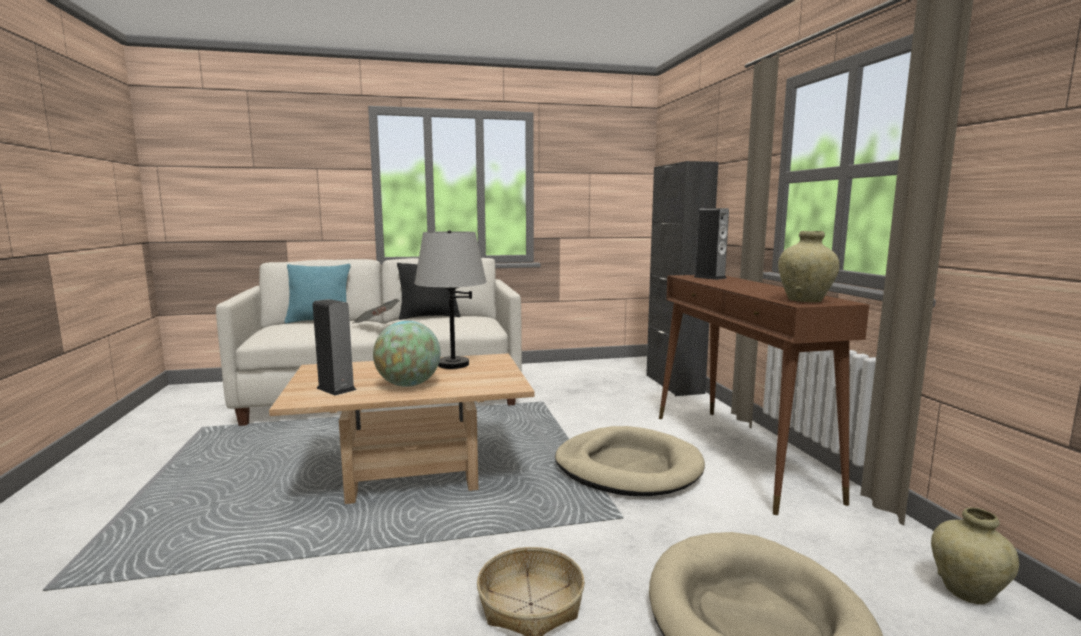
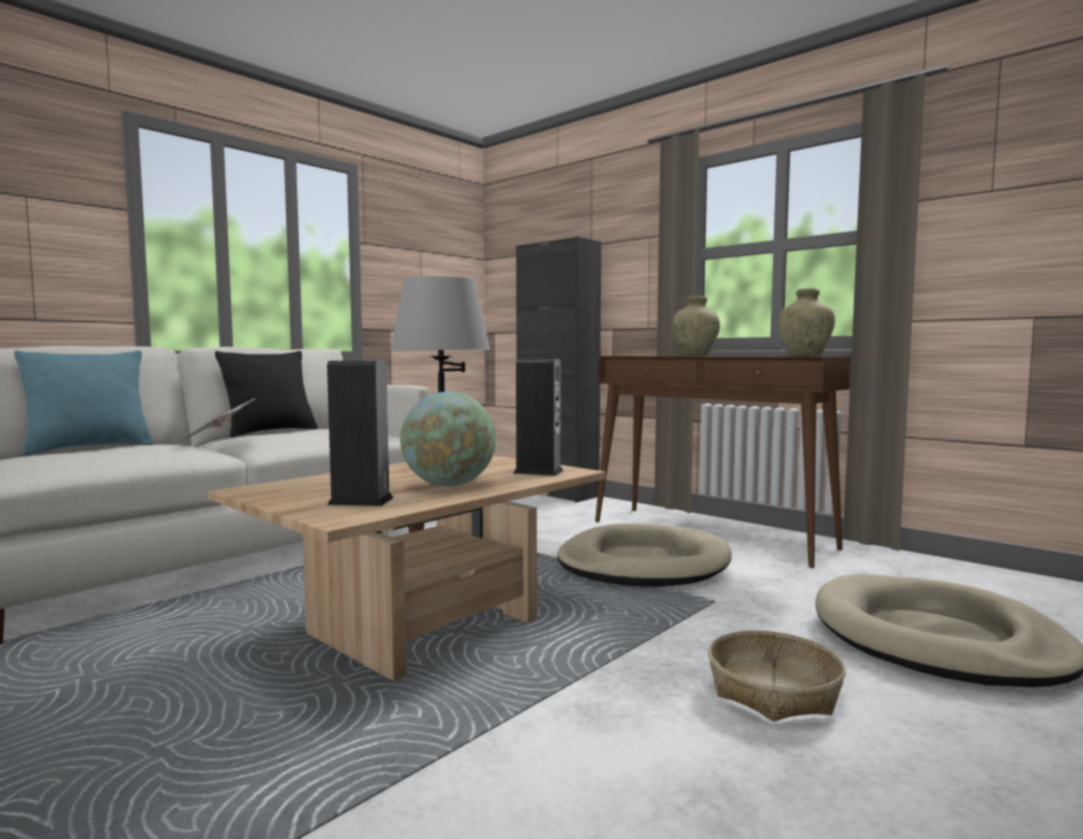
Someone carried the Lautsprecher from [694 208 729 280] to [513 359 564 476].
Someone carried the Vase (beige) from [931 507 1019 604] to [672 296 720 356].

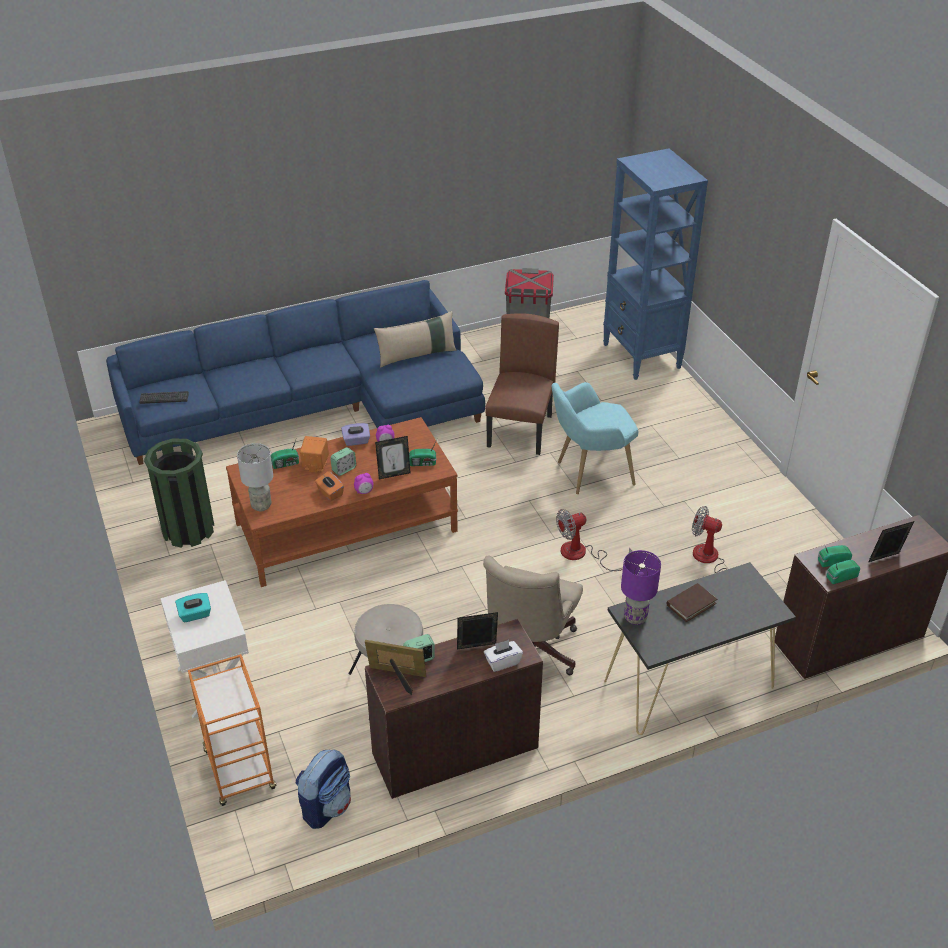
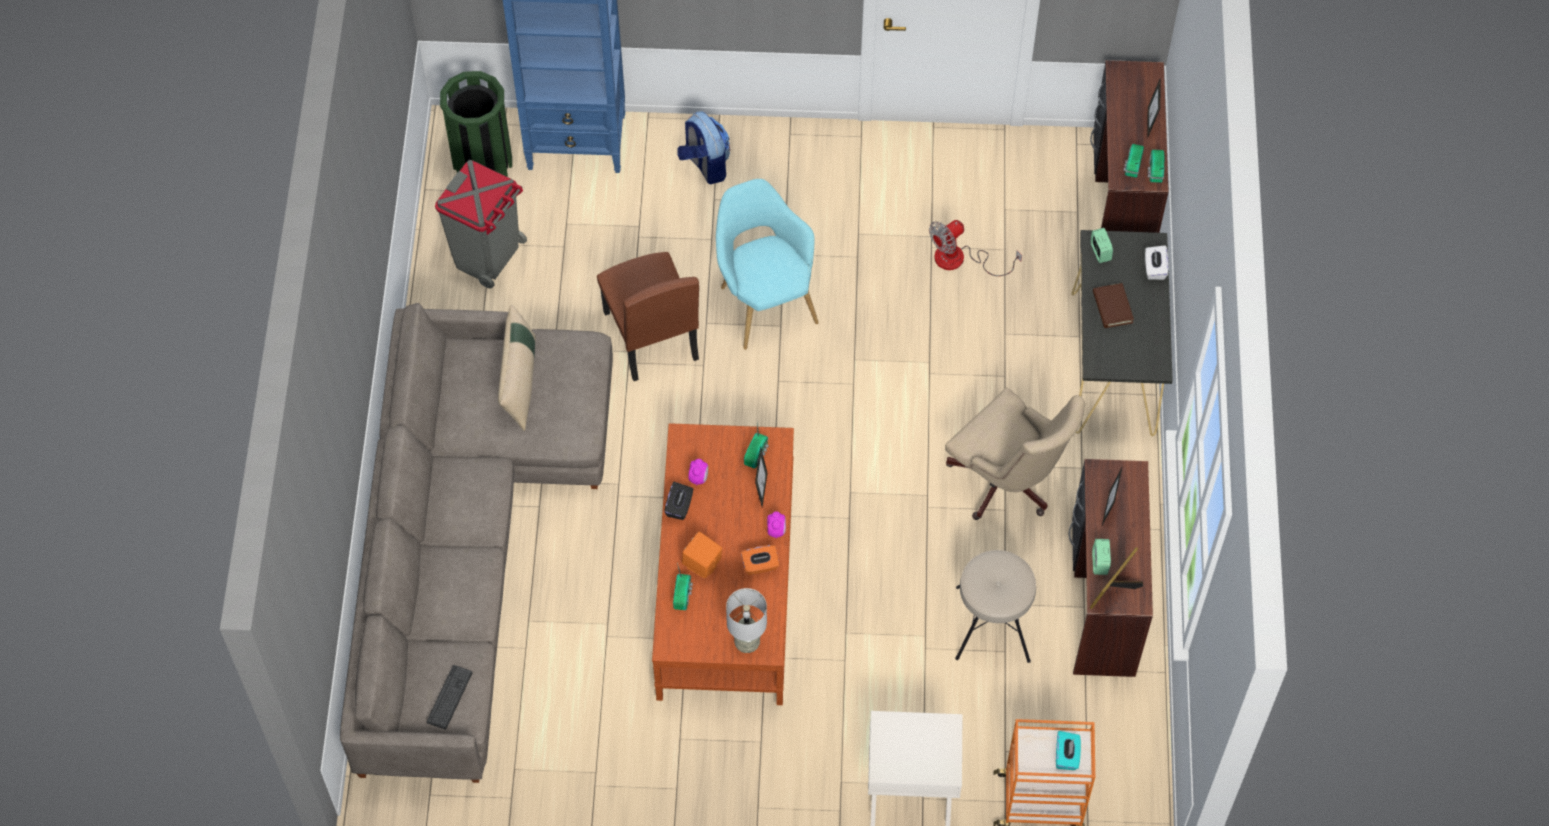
Someone repainted the Sofa (blau) at [106 280 485 465], which became the Sofa (grau) at [340 303 613 783].
Someone carried the Mülleimer (grün) from [144 438 214 548] to [440 71 512 177].
Someone carried the Taschentuchbox (türkis) from [175 593 211 622] to [1056 731 1081 770].
Someone carried the Rucksack from [296 749 351 829] to [677 111 730 184].
Someone carried the Wecker from [330 447 356 476] to [1091 228 1113 263].
Someone repainted the Taschentuchbox (lila) at [341 423 370 446], which became the Taschentuchbox (schwarz) at [664 482 693 520].
Someone carried the Taschentuchbox (weiß) from [484 640 523 672] to [1145 245 1168 280].
Someone rotated the Stuhl (braun) at [485 313 559 455] by 150 degrees counterclockwise.
Someone rotated the Sessel (türkis) at [551 382 638 494] by 150 degrees clockwise.
Someone took away the Ventilator at [556 509 633 571].
Someone took away the Tischlampe (lila) at [621 550 661 625].

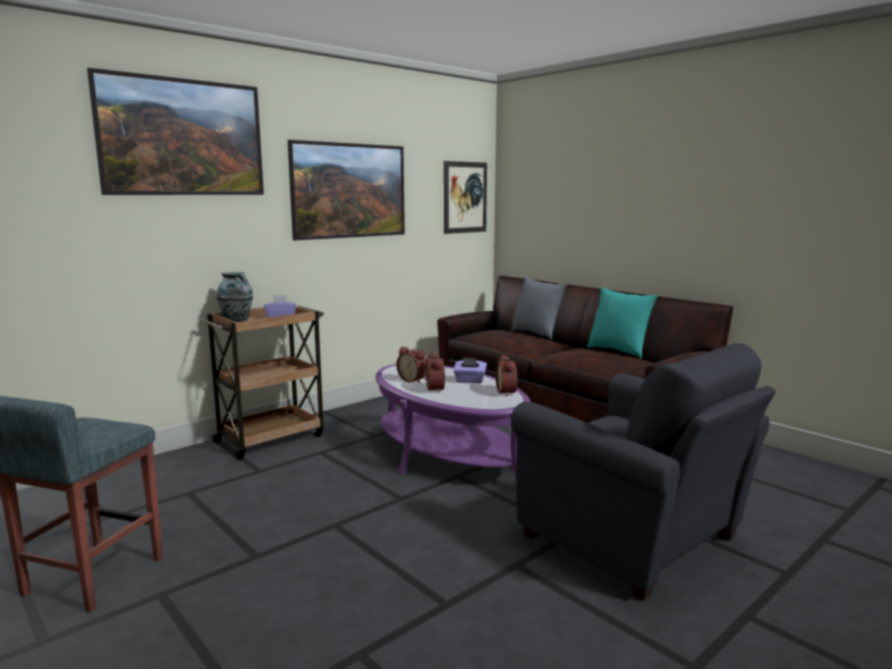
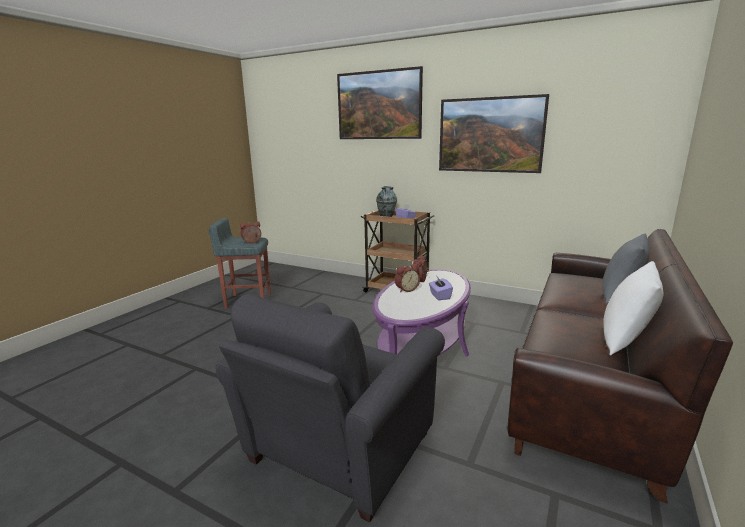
Someone took away the Bild at [444 161 487 234].
Someone carried the Wecker from [495 355 518 396] to [240 221 261 244].
Someone repainted the Kissen (türkis) at [587 288 657 359], which became the Kissen (weiß) at [603 261 664 356].

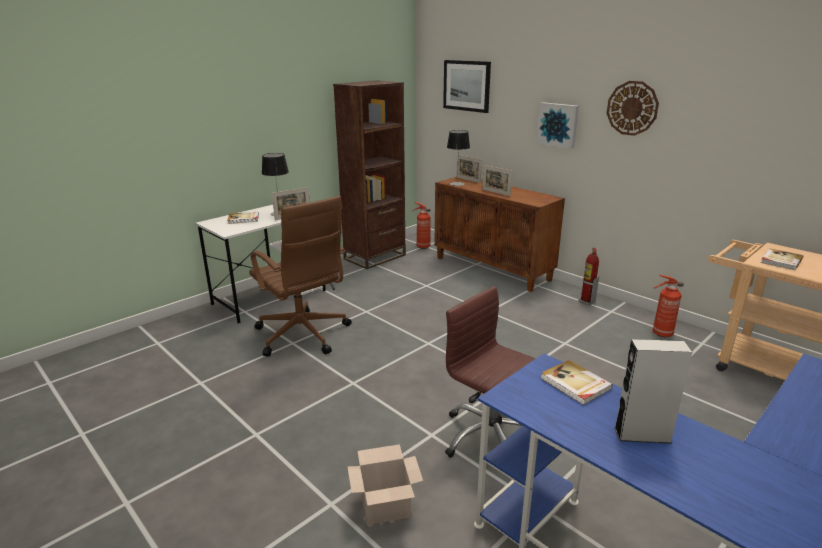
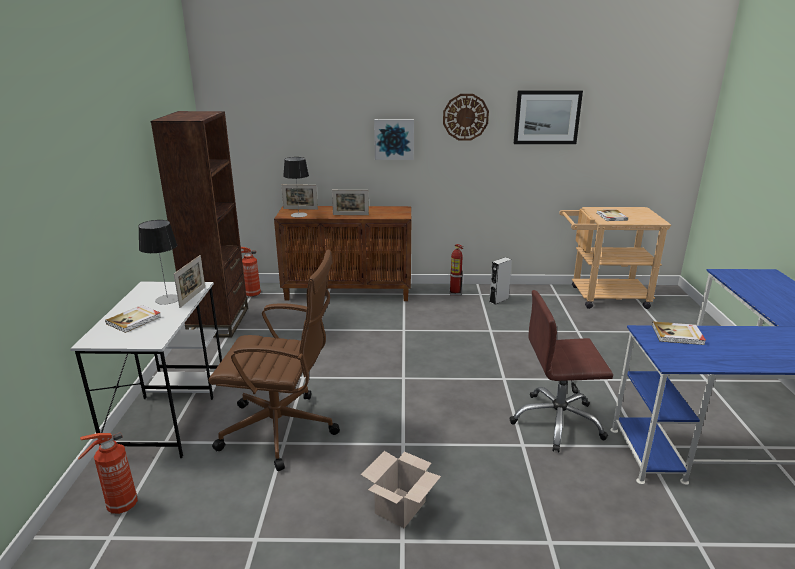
Someone carried the Karton from [347 444 423 525] to [361 451 441 528].
Someone carried the Bild from [443 60 491 113] to [514 90 583 144].
Someone carried the Lautsprecher (grau) from [614 339 692 444] to [489 257 512 305].
Someone carried the Feuerlöscher from [652 275 684 337] to [78 432 138 514].

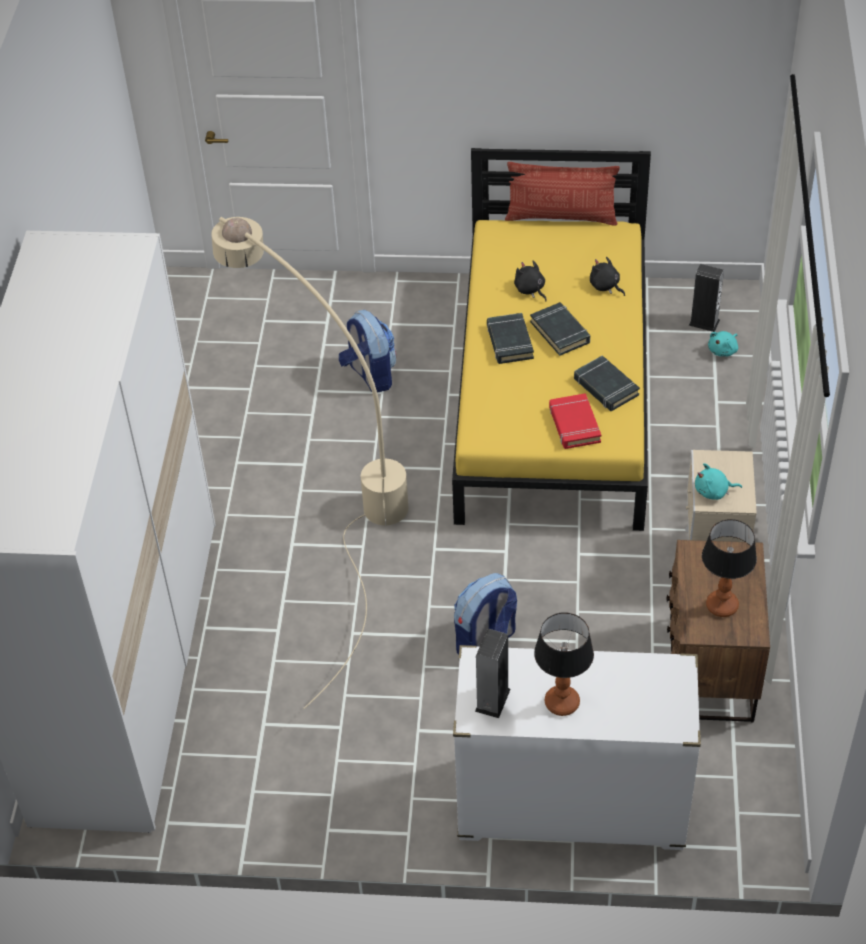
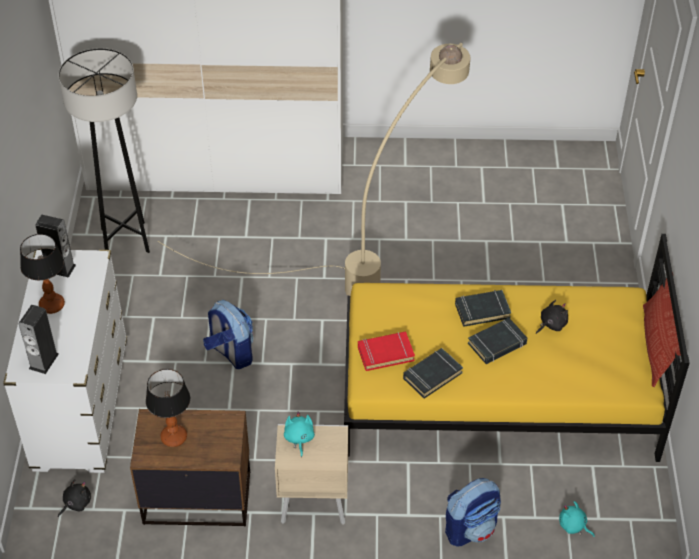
Someone carried the Rucksack from [339 310 396 393] to [445 478 501 547].
Someone carried the Plüschtier (schwarz) from [590 257 625 296] to [58 479 91 517].
Someone carried the Lautsprecher from [689 264 724 332] to [18 305 59 374].
Someone put down the Stehlampe (grau) at [58 48 150 253].

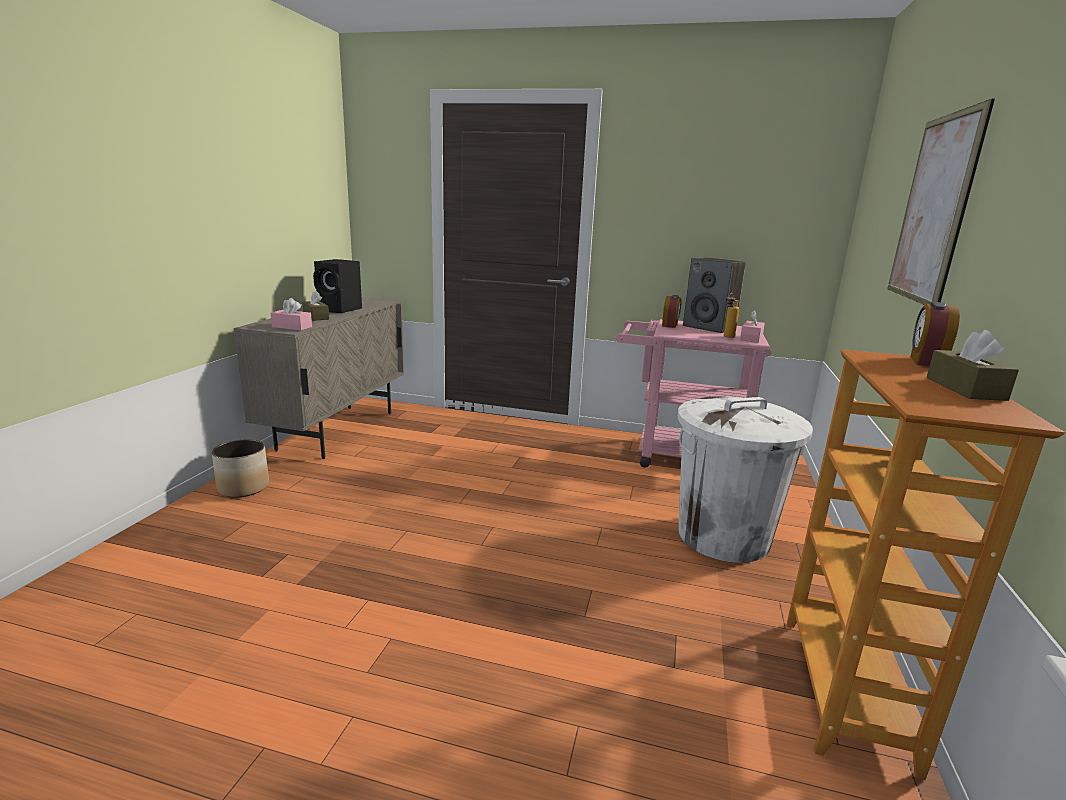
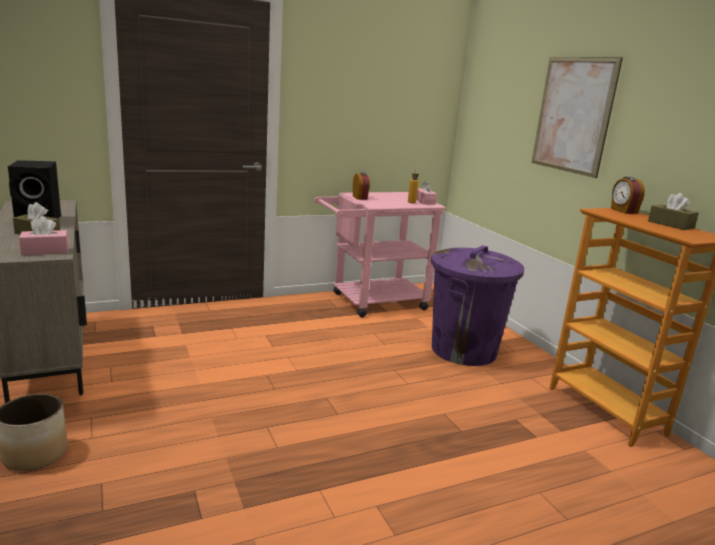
Someone repainted the Mülleimer (weiß) at [678 396 813 563], which became the Mülleimer (lila) at [431 245 524 366].
Someone took away the Lautsprecher at [683 258 746 333].

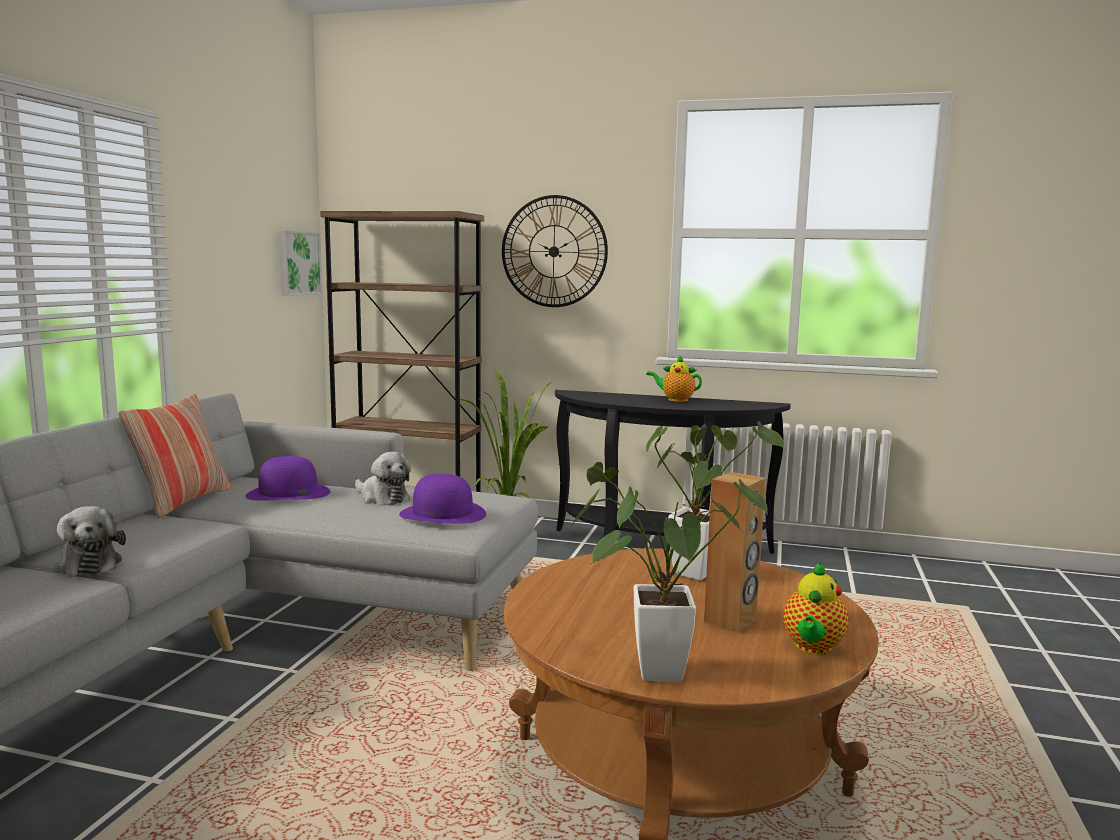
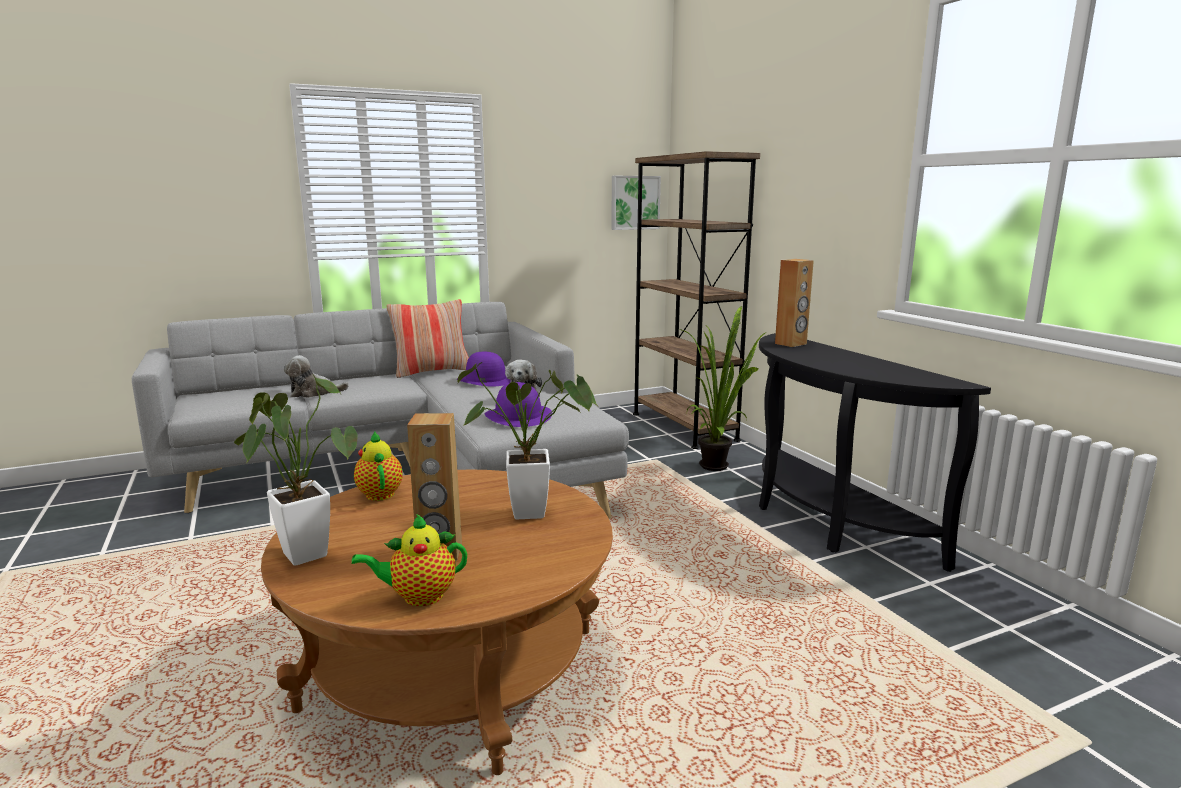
Someone rotated the Plüschtier at [53 506 126 577] by 60 degrees clockwise.
Someone took away the Wanduhr at [502 195 608 307].
Someone carried the Teekanne from [646 355 702 402] to [354 431 402 501].
Someone put down the Lautsprecher (braun) at [775 259 814 347].

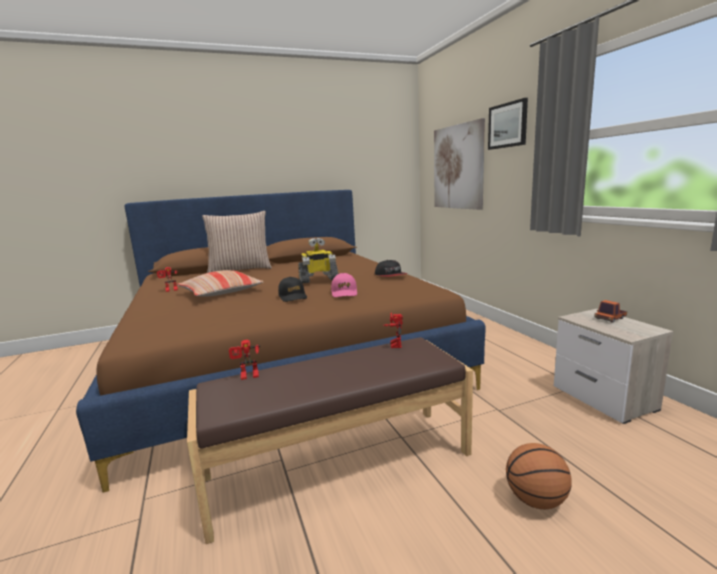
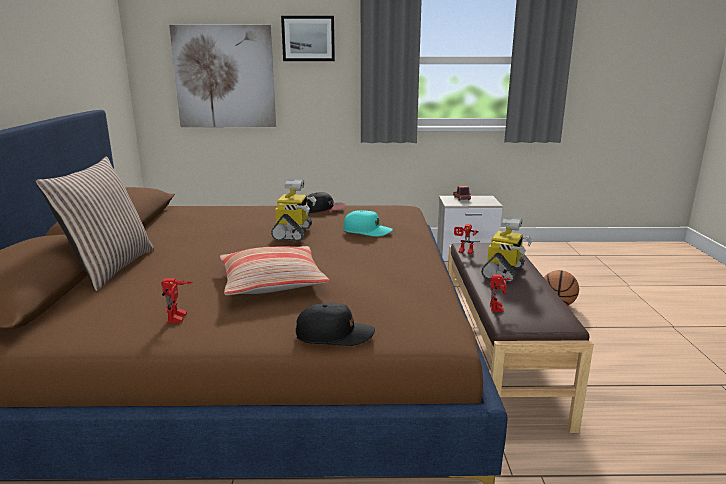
Someone carried the Kappe (schwarz) from [278 277 307 302] to [296 303 375 346].
Someone repainted the Kappe (rosa) at [331 273 357 297], which became the Kappe (türkis) at [343 210 393 237].
Someone put down the Spielzeugroboter at [481 217 532 283].

